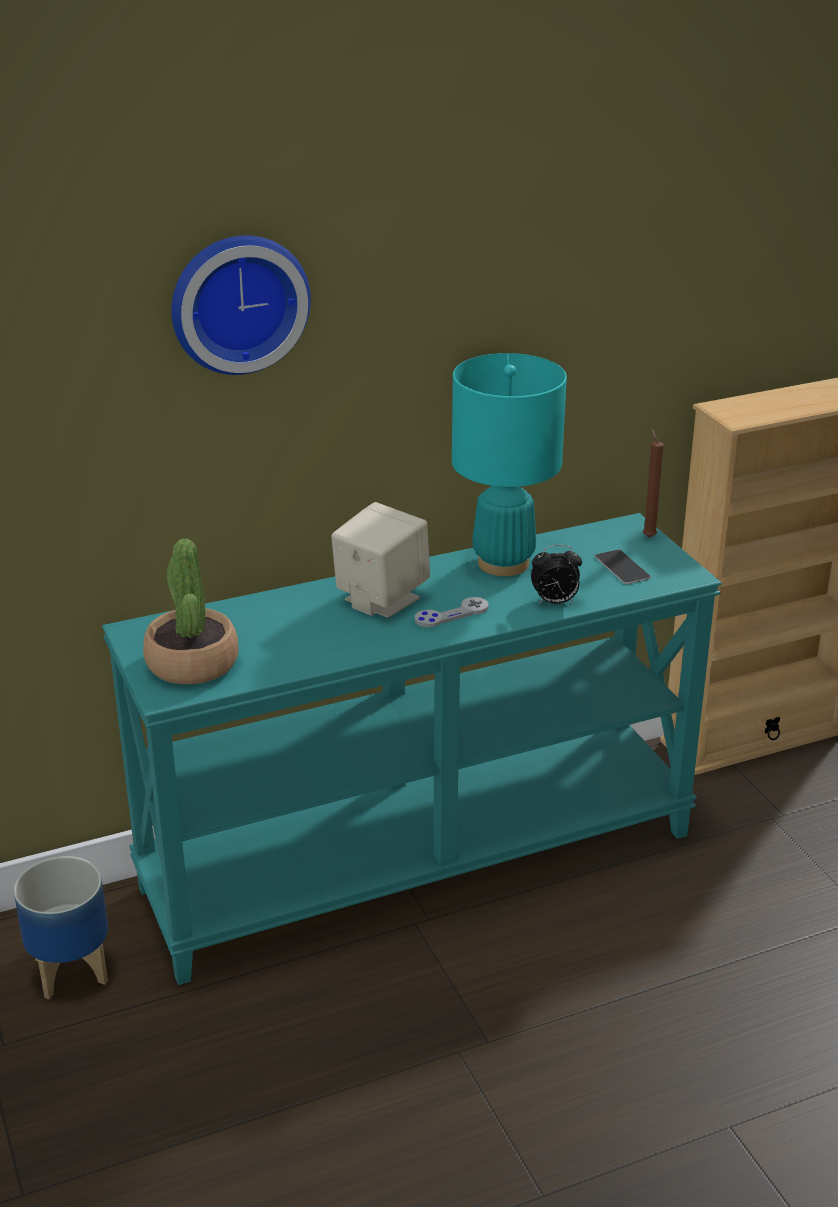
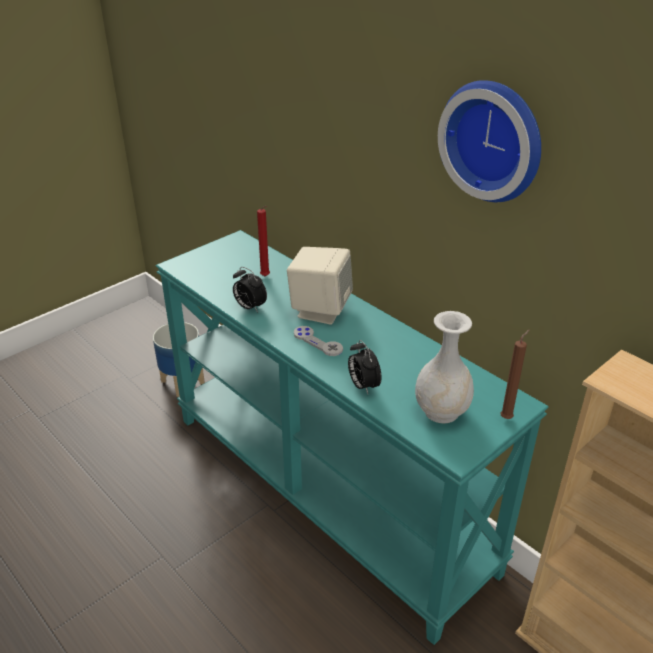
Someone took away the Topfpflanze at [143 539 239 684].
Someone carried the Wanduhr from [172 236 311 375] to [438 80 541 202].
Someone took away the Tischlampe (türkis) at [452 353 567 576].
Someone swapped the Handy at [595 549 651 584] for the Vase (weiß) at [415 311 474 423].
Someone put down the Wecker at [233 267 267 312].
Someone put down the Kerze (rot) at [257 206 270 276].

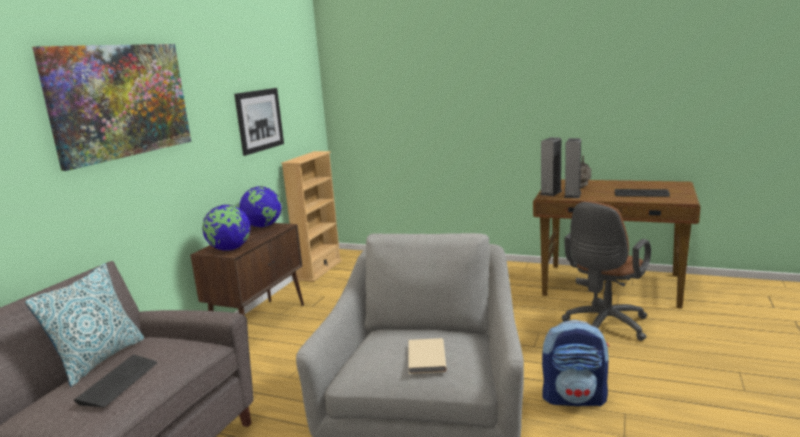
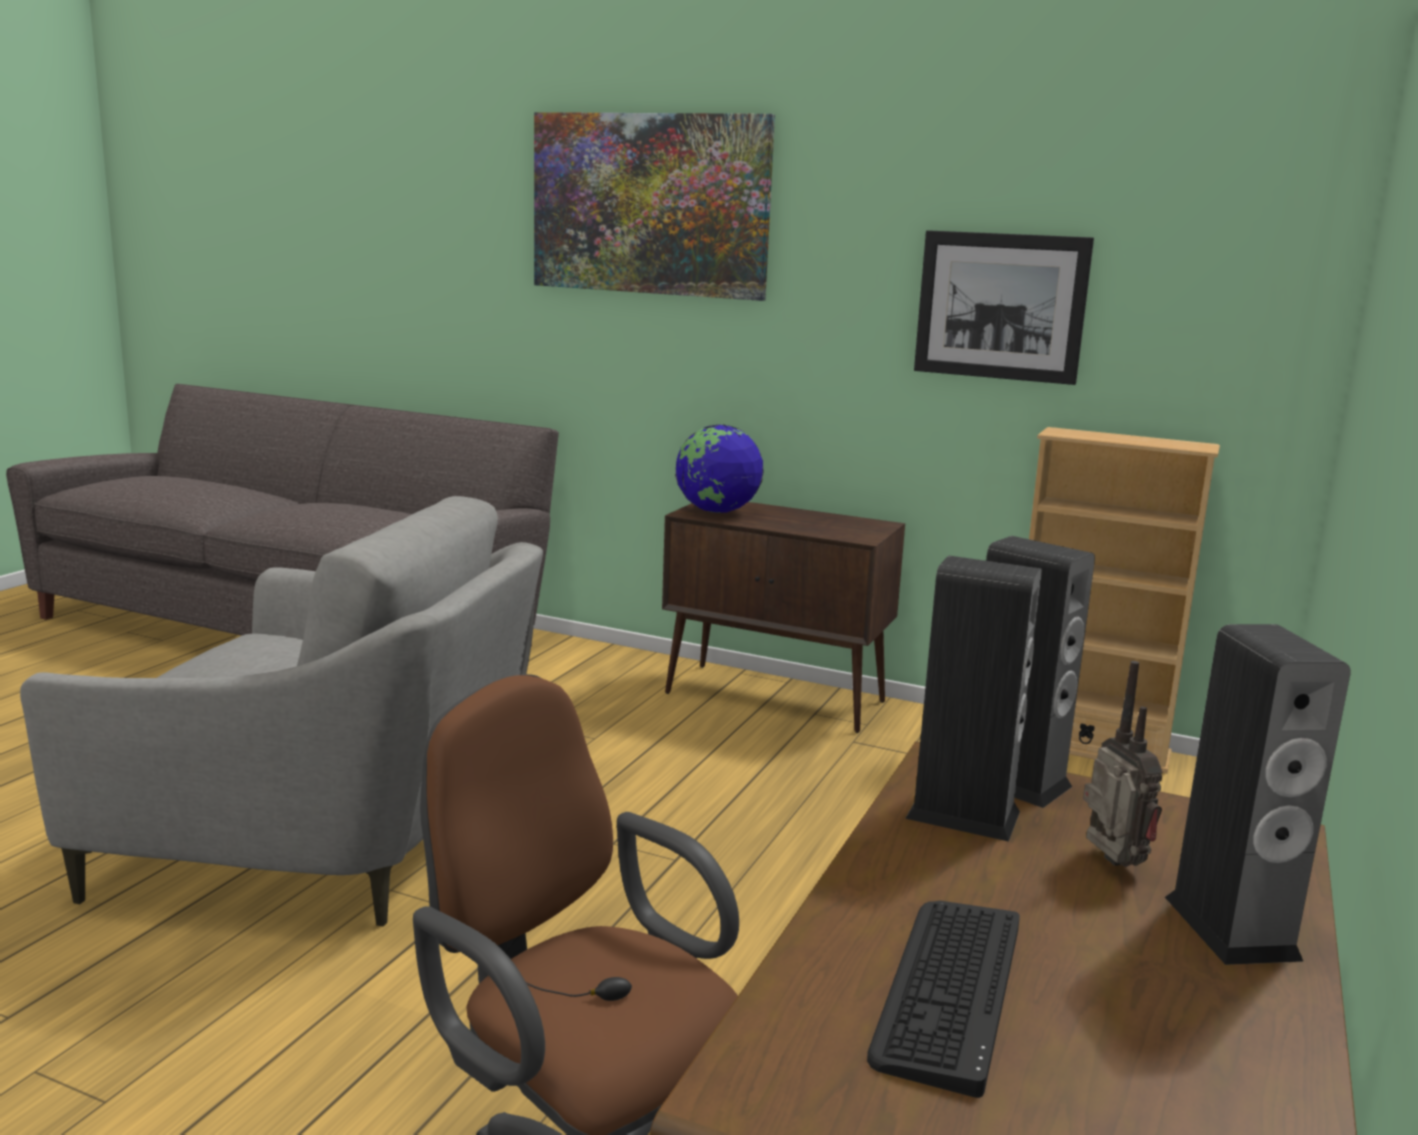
Someone took away the Kissen at [25 263 144 387].
Someone took away the Tastatur at [74 355 157 407].
Someone took away the Globus at [240 186 282 227].
Someone took away the Buch (beige) at [408 338 447 374].
Someone took away the Rucksack at [542 320 609 407].
Someone put down the Lautsprecher at [1165 624 1351 965].

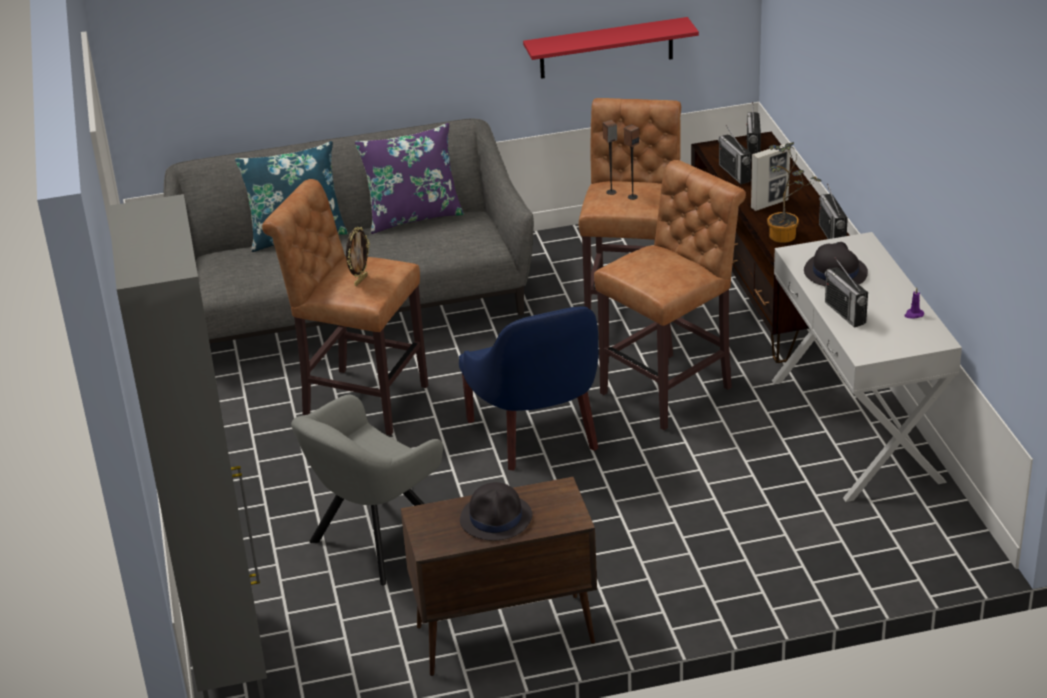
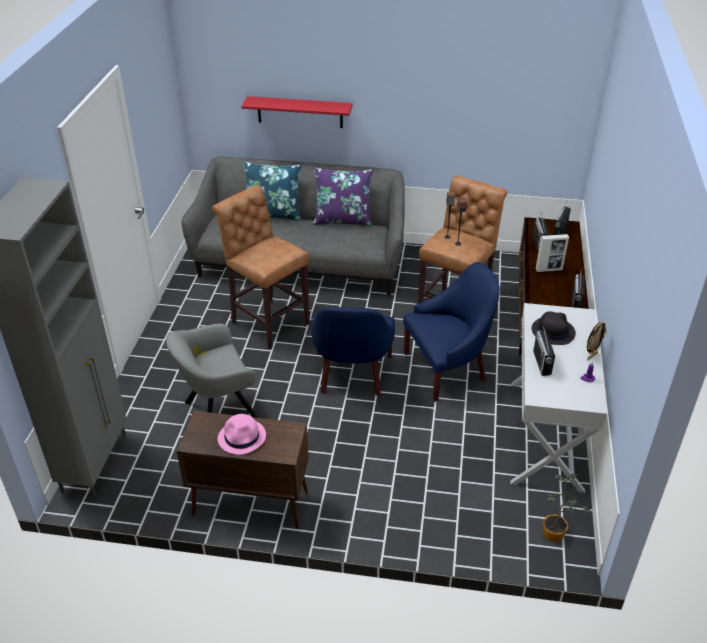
Someone carried the Bilderrahmen from [346 227 370 286] to [587 321 606 360].
Someone repainted the Hut (schwarz) at [460 482 533 541], which became the Hut (rosa) at [218 414 266 455].
Someone carried the Wandregal (rot) from [523 17 699 79] to [241 96 353 128].
Someone swapped the Hocker (braun) at [594 160 746 430] for the Sessel (blau) at [403 262 500 402].
Someone carried the Topfpflanze from [767 142 821 243] to [543 474 590 542].

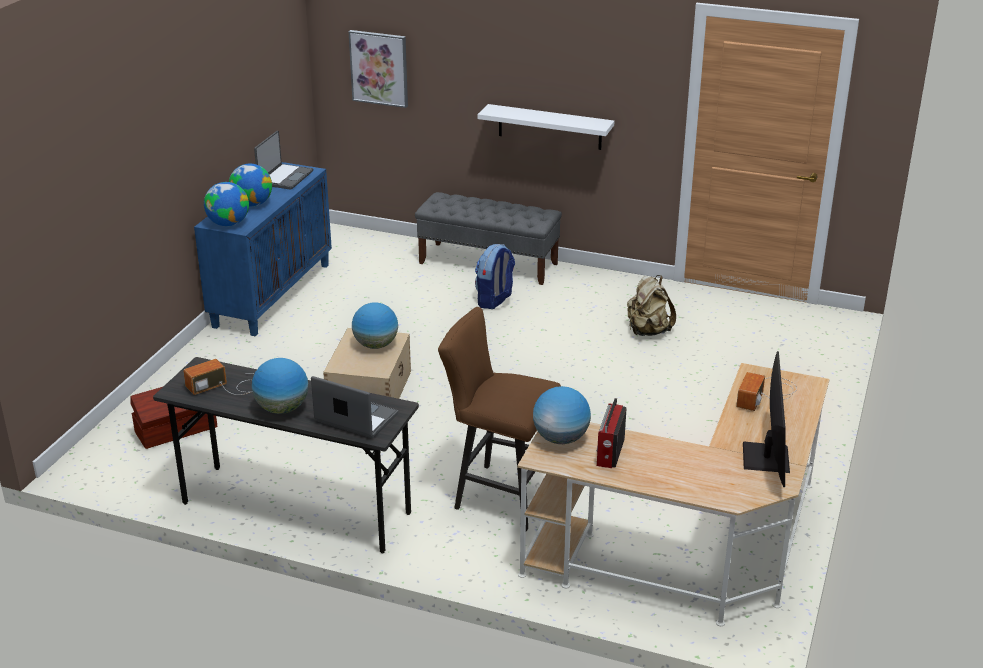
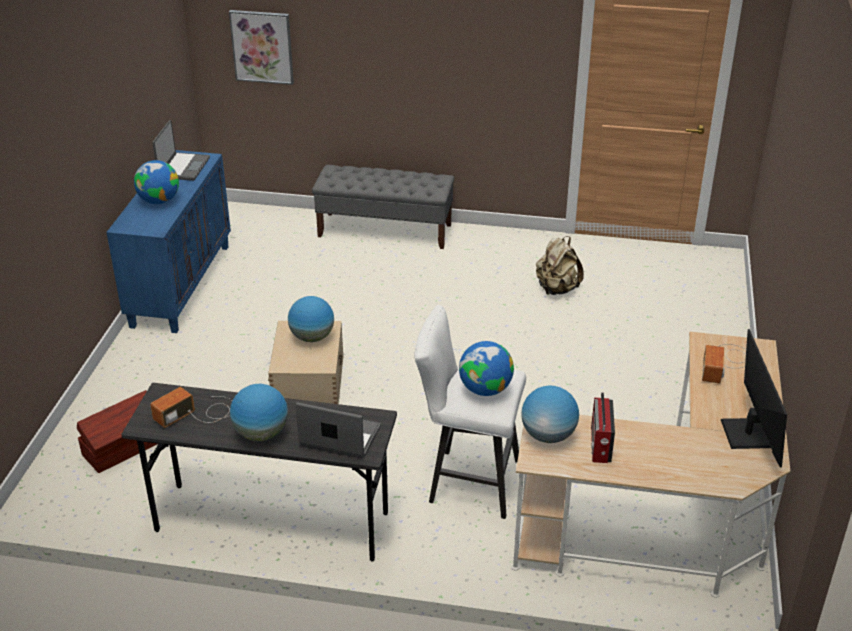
Someone carried the Globus from [204 182 249 226] to [459 341 514 396].
Someone repainted the Hocker (braun) at [438 307 561 531], which became the Hocker (weiß) at [414 305 526 519].
Someone took away the Rucksack at [475 244 515 309].
Someone took away the Wandregal (weiß) at [478 104 615 150].

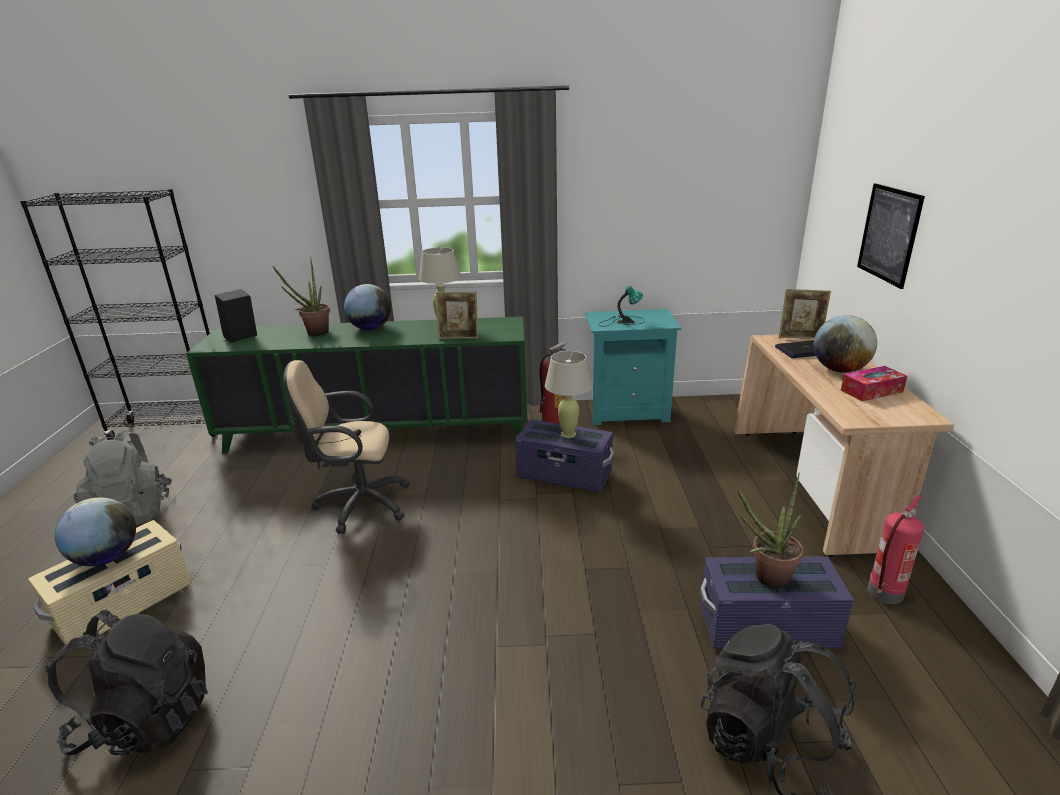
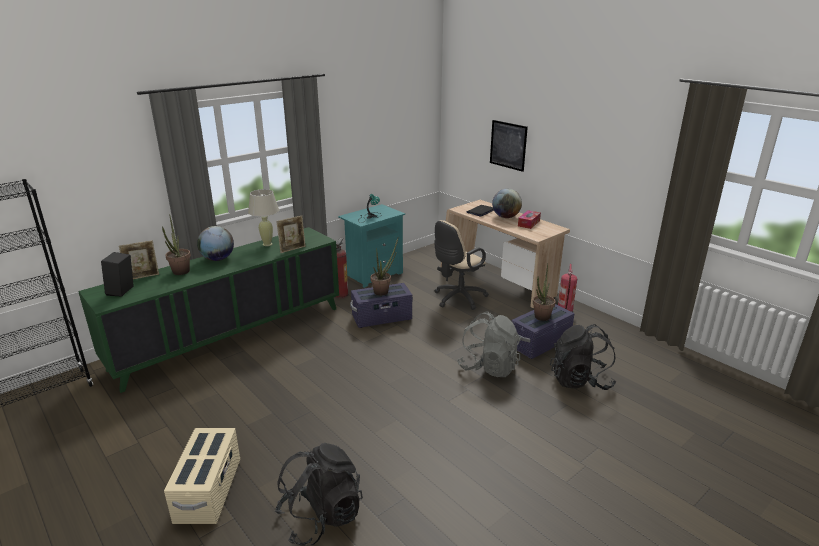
Someone took away the Globus at [55 497 136 566].
Someone carried the Rucksack (grau) from [74 430 172 525] to [457 311 521 377].
Someone carried the Bürostuhl (beige) from [283 360 410 534] to [434 220 489 310].
Someone swapped the Tischlampe (beige) at [545 351 592 438] for the Topfpflanze at [371 238 398 296].
Someone carried the Bilderrahmen from [779 289 831 339] to [119 240 159 280].

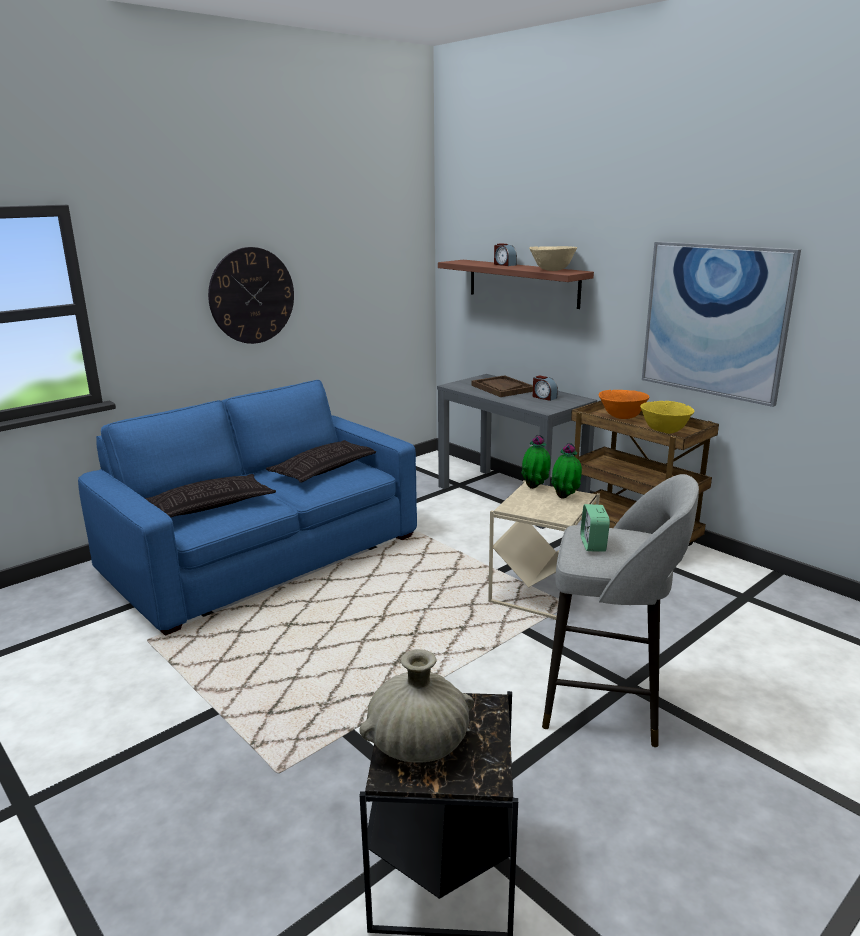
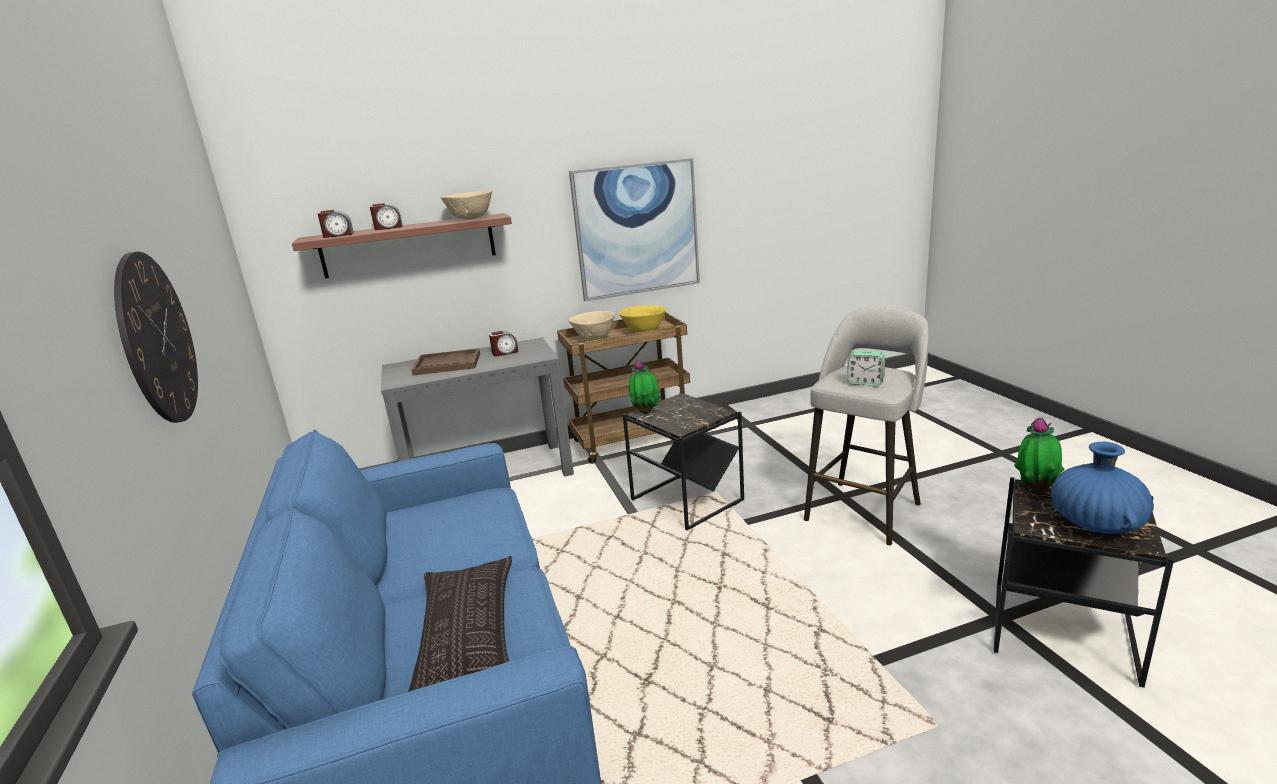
Someone took away the Kissen at [266 440 376 483].
Someone repainted the Vase (beige) at [359 649 474 763], which became the Vase (blau) at [1051 442 1154 534].
Someone repainted the Beistelltisch (beige) at [488 480 600 620], which became the Beistelltisch (schwarz) at [623 392 744 530].
Someone carried the Topfpflanze from [551 443 582 499] to [1014 418 1065 493].
Someone repainted the Schüssel (orange) at [599 390 650 419], which became the Schüssel (beige) at [568 311 615 340].
Someone put down the Wecker at [318 210 354 238].

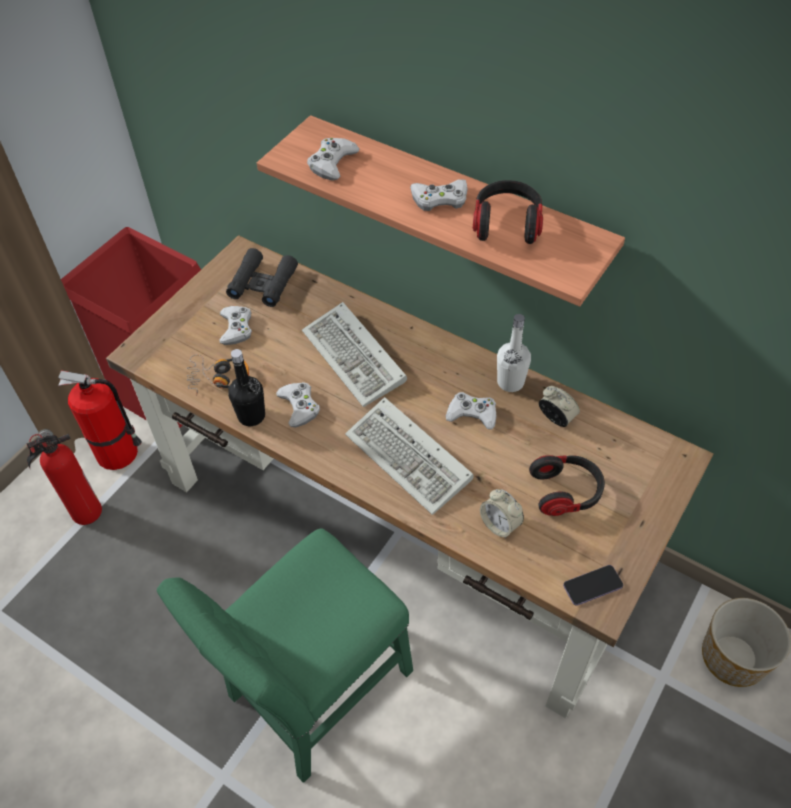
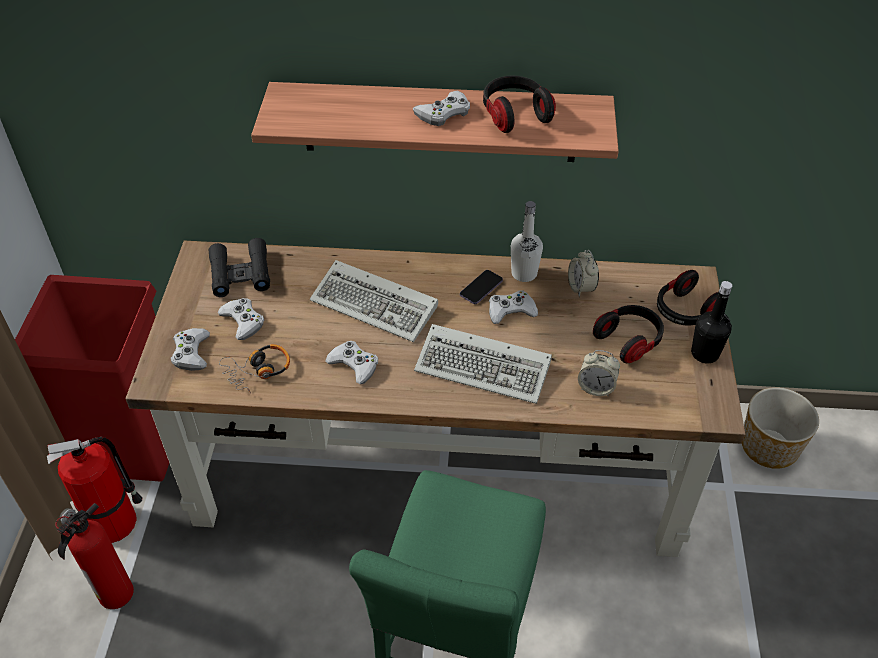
Someone carried the Flasche (schwarz) from [228 349 265 426] to [691 281 733 363].
Someone carried the Gamepad (weiß) from [307 138 360 181] to [171 328 210 371].
Someone rotated the Wecker at [539 386 580 427] by 120 degrees counterclockwise.
Someone carried the Handy from [563 565 623 606] to [460 270 503 304].
Someone put down the Kopfhörer at [657 270 718 325].

